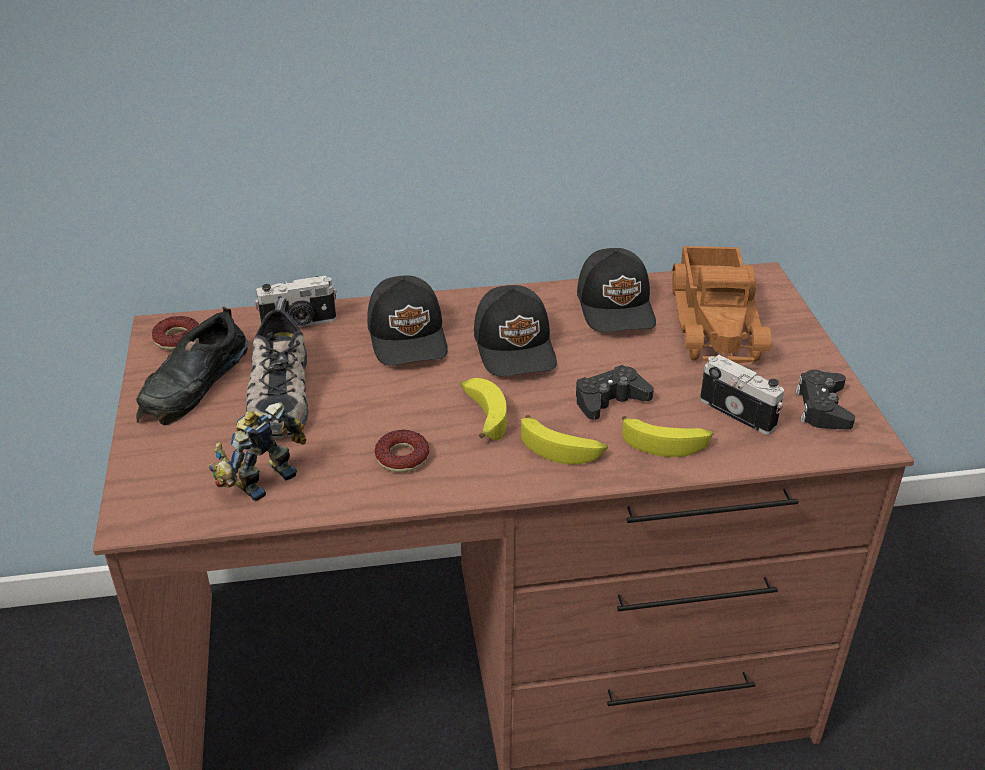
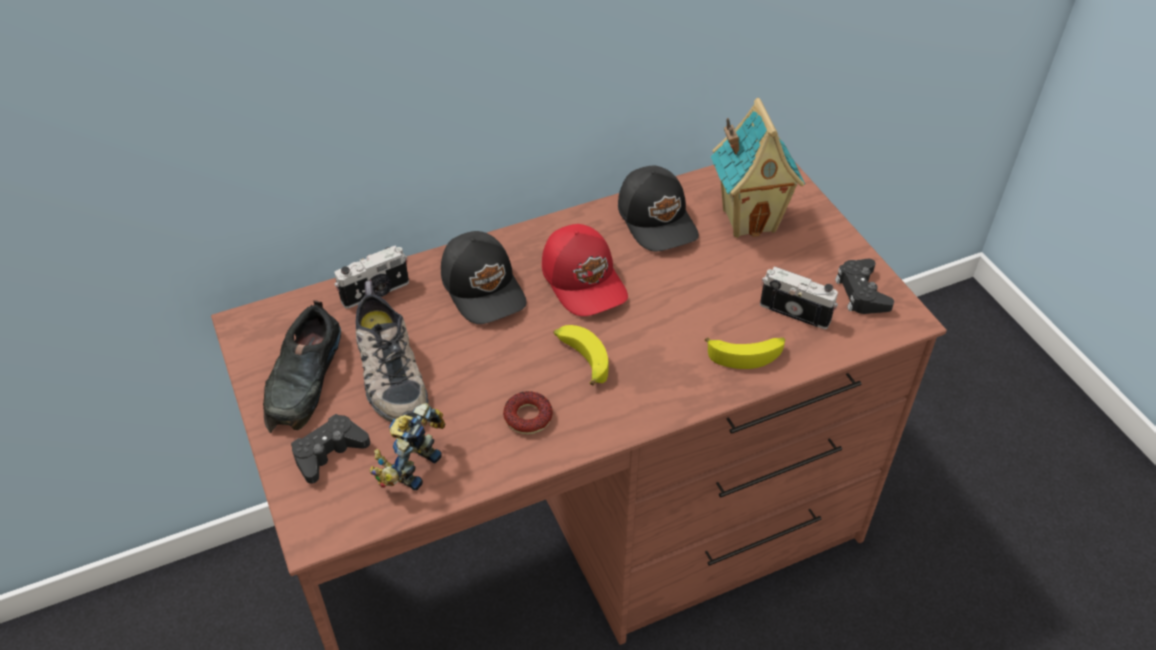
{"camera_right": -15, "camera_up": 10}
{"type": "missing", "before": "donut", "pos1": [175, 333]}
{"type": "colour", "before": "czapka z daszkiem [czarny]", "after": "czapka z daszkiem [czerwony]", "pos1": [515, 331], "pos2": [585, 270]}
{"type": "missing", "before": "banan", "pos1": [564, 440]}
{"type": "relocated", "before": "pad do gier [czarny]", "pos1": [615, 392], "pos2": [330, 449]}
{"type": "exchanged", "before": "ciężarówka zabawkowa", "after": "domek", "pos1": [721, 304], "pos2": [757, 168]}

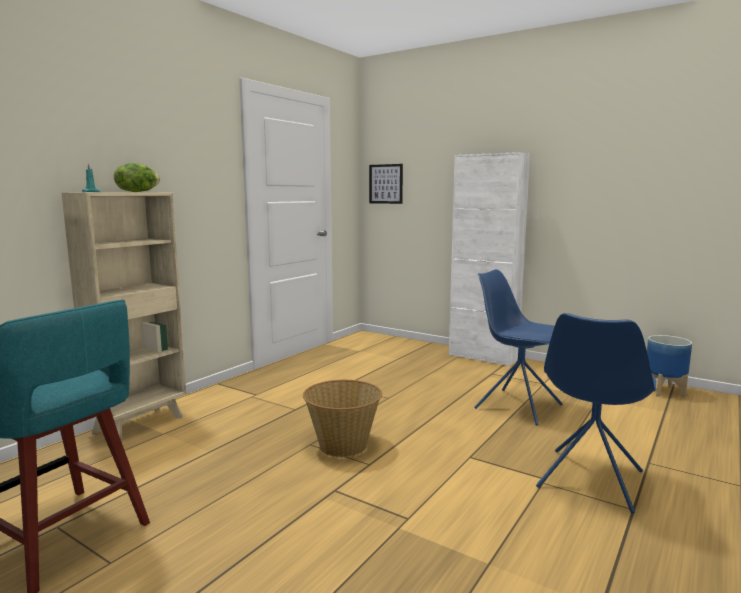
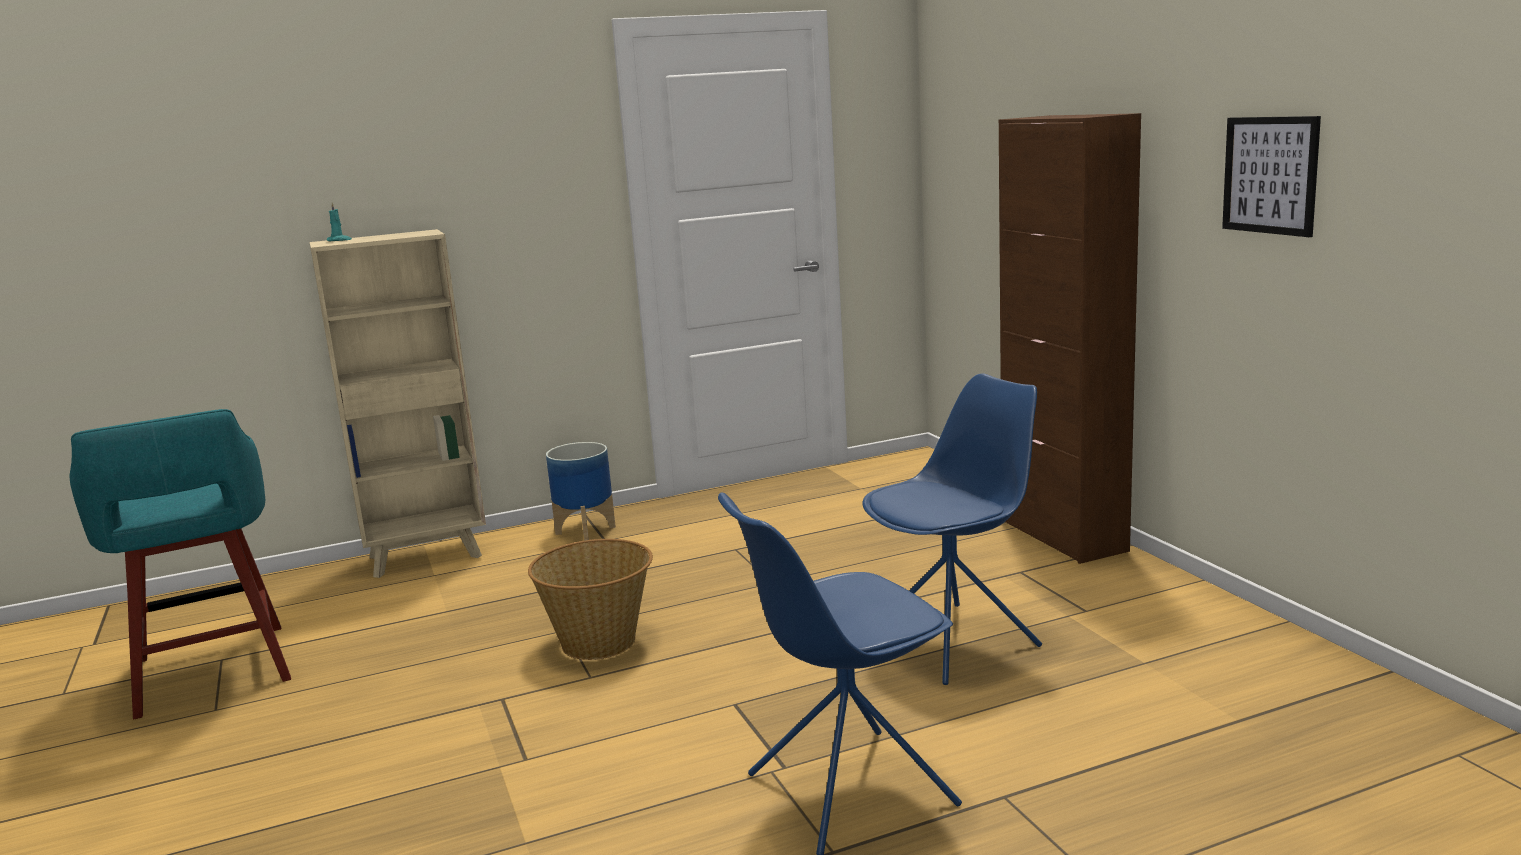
{"camera_right": 35, "camera_up": 5}
{"type": "missing", "before": "sałata", "pos1": [137, 177]}
{"type": "relocated", "before": "obraz", "pos1": [386, 184], "pos2": [1271, 176]}
{"type": "colour", "before": "szafka [biały]", "after": "szafka [brązowy]", "pos1": [489, 259], "pos2": [1070, 338]}
{"type": "spun", "before": "krzesło [niebieski]", "pos1": [518, 347], "pos2": [952, 529], "turn": 75}
{"type": "relocated", "before": "donica", "pos1": [669, 366], "pos2": [581, 491]}

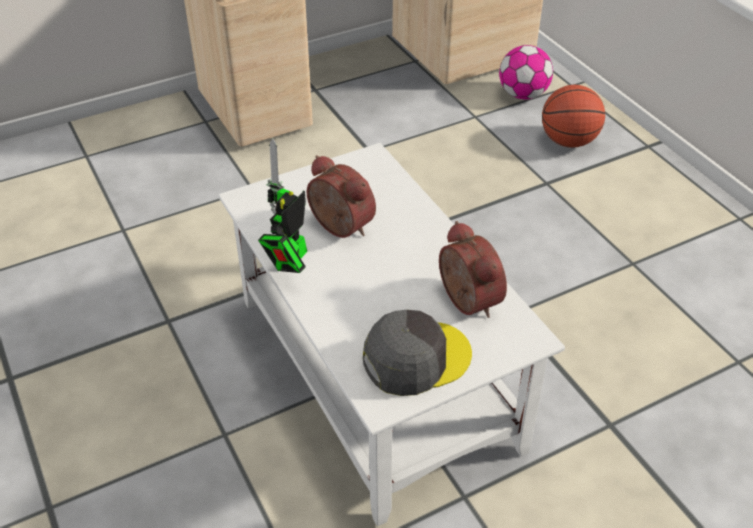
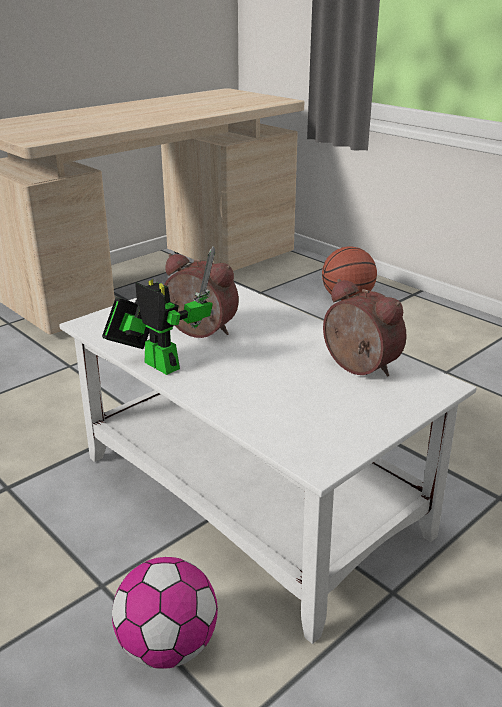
{"camera_right": -15, "camera_up": -15}
{"type": "spun", "before": "robot zabawkowy", "pos1": [282, 206], "pos2": [158, 311], "turn": 120}
{"type": "missing", "before": "czapka z daszkiem [szary]", "pos1": [417, 353]}
{"type": "relocated", "before": "piłka futbolowa", "pos1": [526, 72], "pos2": [165, 613]}

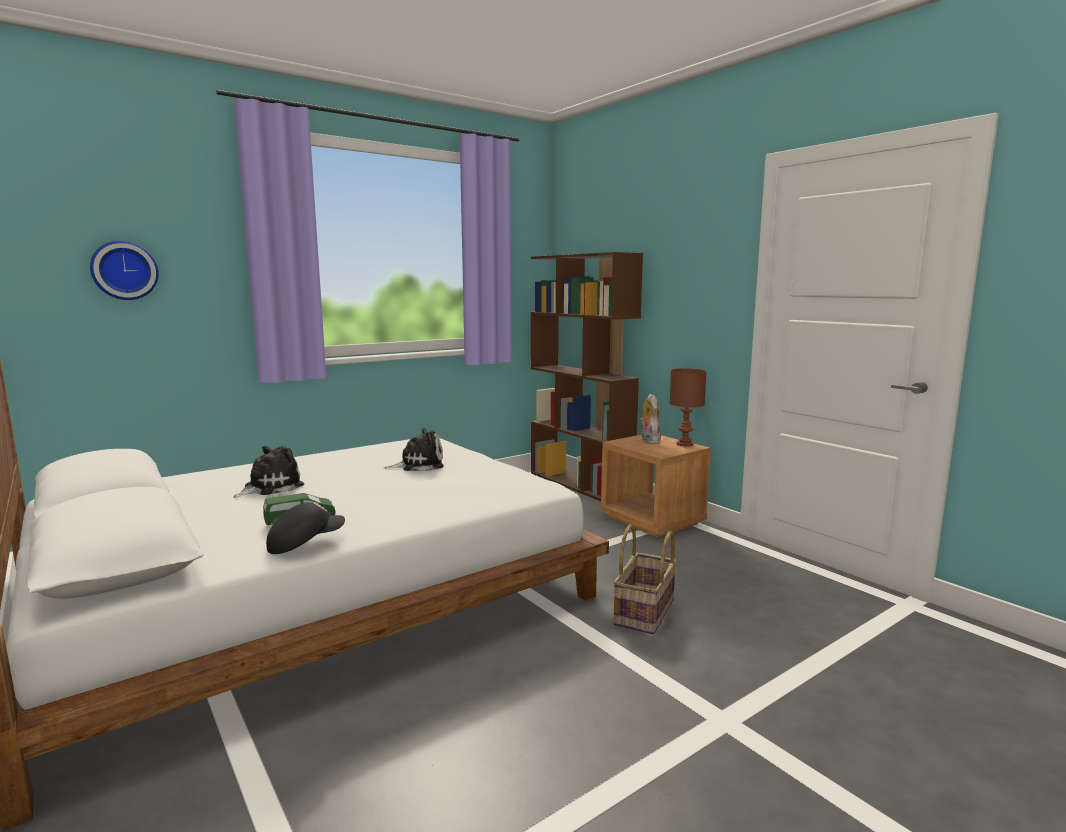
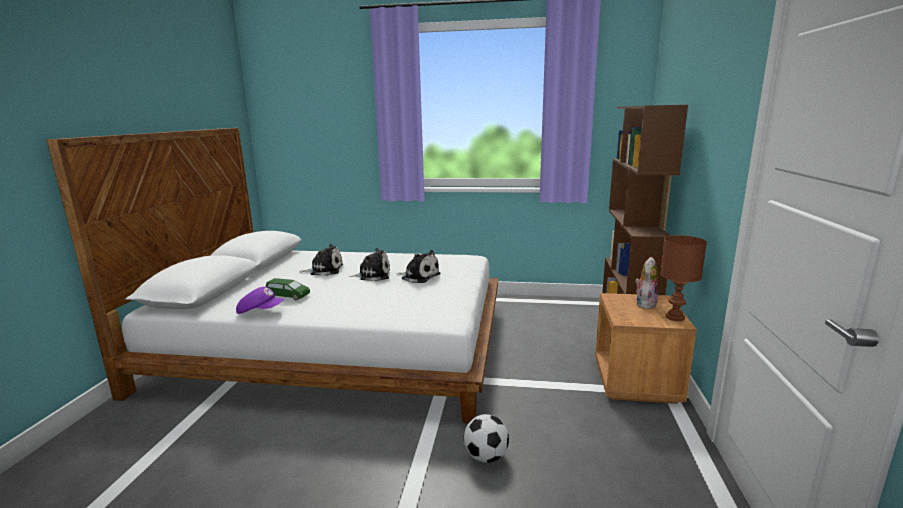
{"camera_right": 45, "camera_up": 5}
{"type": "missing", "before": "zegar ścienny", "pos1": [124, 270]}
{"type": "colour", "before": "czapka z daszkiem [czarny]", "after": "czapka z daszkiem [fioletowy]", "pos1": [305, 528], "pos2": [260, 300]}
{"type": "exchanged", "before": "koszyk", "after": "piłka futbolowa", "pos1": [645, 579], "pos2": [486, 438]}
{"type": "appeared", "after": "pluszak", "pos2": [369, 264]}

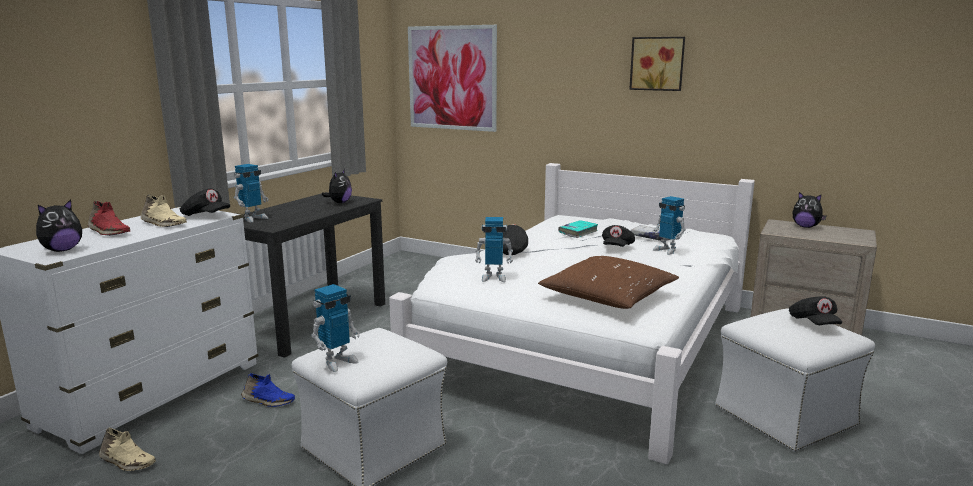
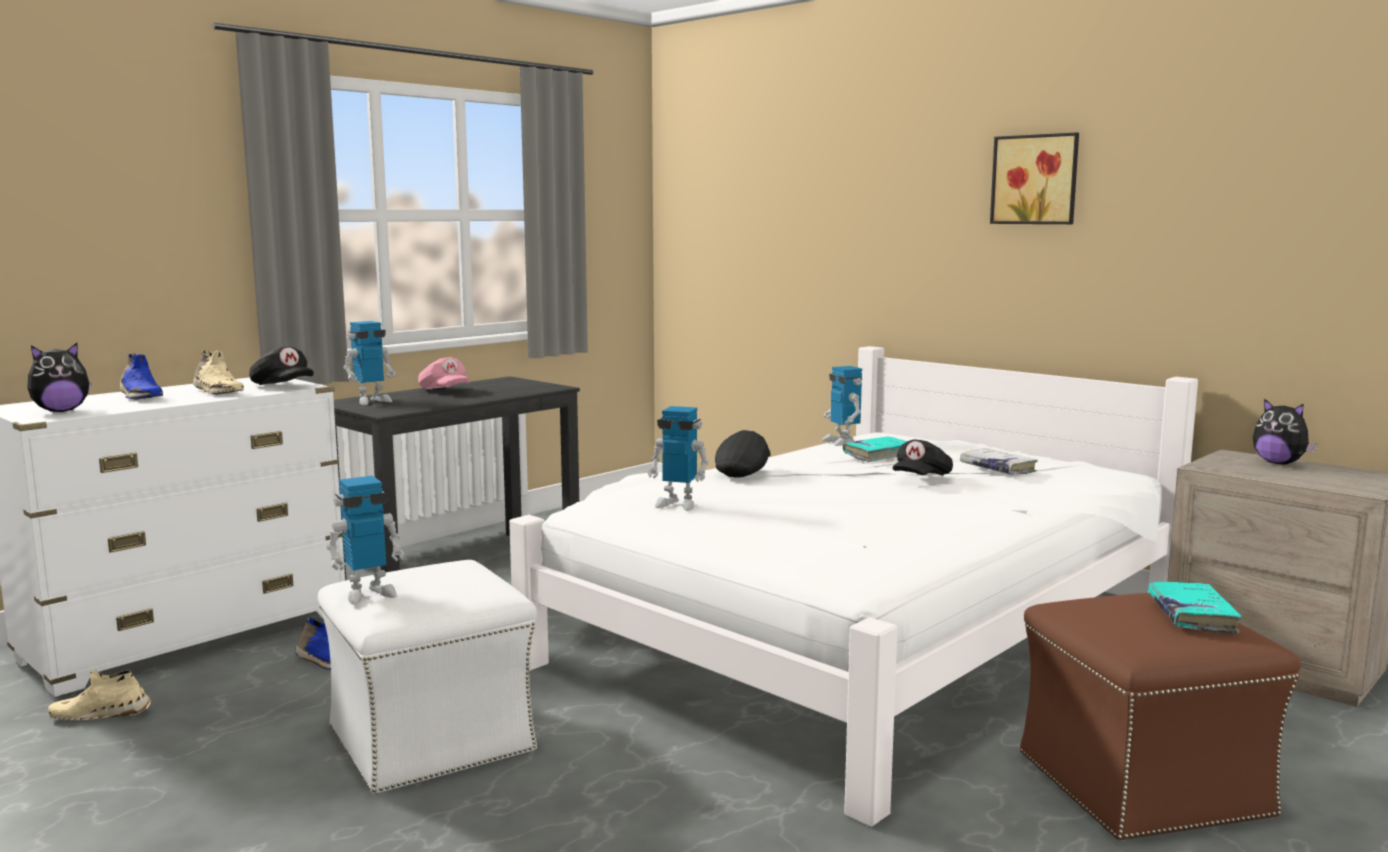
{"camera_right": 15, "camera_up": -5}
{"type": "colour", "before": "but [czerwony]", "after": "but [niebieski]", "pos1": [109, 218], "pos2": [141, 376]}
{"type": "spun", "before": "but [beżowy]", "pos1": [127, 449], "pos2": [100, 695], "turn": 135}
{"type": "missing", "before": "pluszak", "pos1": [337, 186]}
{"type": "missing", "before": "obraz", "pos1": [452, 78]}
{"type": "missing", "before": "poduszka [brązowy]", "pos1": [608, 282]}
{"type": "relocated", "before": "robot zabawkowy", "pos1": [669, 225], "pos2": [841, 406]}
{"type": "colour", "before": "pufa [biały]", "after": "pufa [brązowy]", "pos1": [795, 380], "pos2": [1160, 717]}
{"type": "exchanged", "before": "czapka z daszkiem [czarny]", "after": "książka [turkusowy]", "pos1": [815, 310], "pos2": [1195, 608]}
{"type": "appeared", "after": "czapka z daszkiem [różowy]", "pos2": [444, 373]}

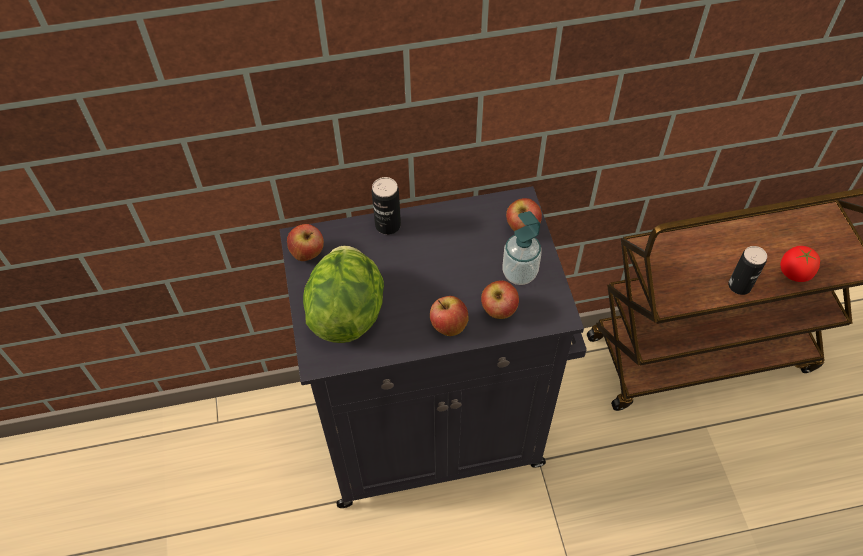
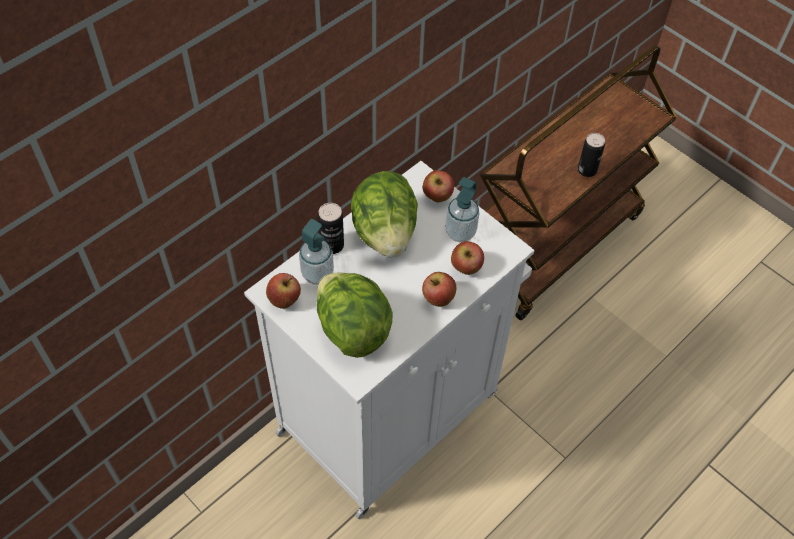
{"camera_right": -35, "camera_up": 0}
{"type": "colour", "before": "szafka [czarny]", "after": "szafka [biały]", "pos1": [433, 347], "pos2": [389, 340]}
{"type": "missing", "before": "pomidor", "pos1": [800, 264]}
{"type": "appeared", "after": "dozownik mydła", "pos2": [316, 252]}
{"type": "appeared", "after": "sałata", "pos2": [384, 214]}

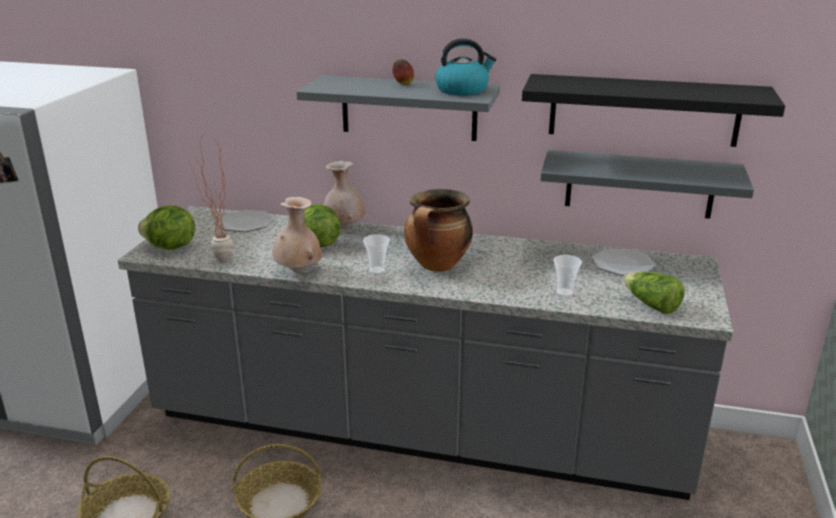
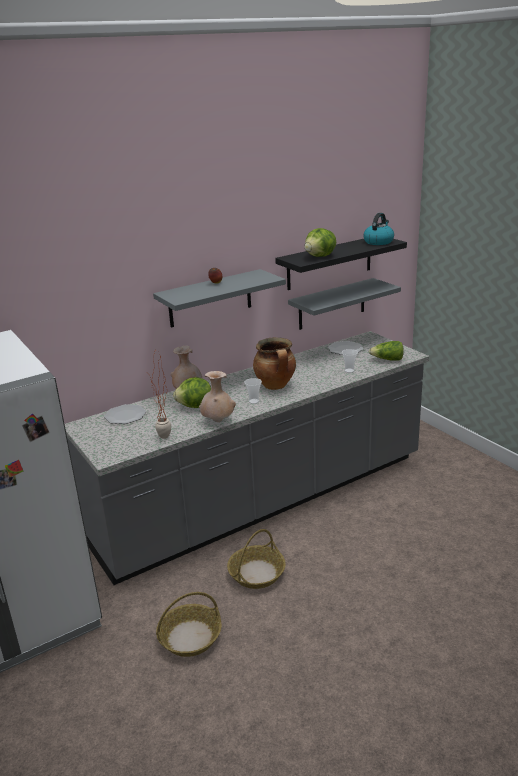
{"camera_right": -45, "camera_up": 0}
{"type": "relocated", "before": "sałata", "pos1": [166, 227], "pos2": [320, 242]}
{"type": "relocated", "before": "czajnik", "pos1": [465, 67], "pos2": [378, 229]}

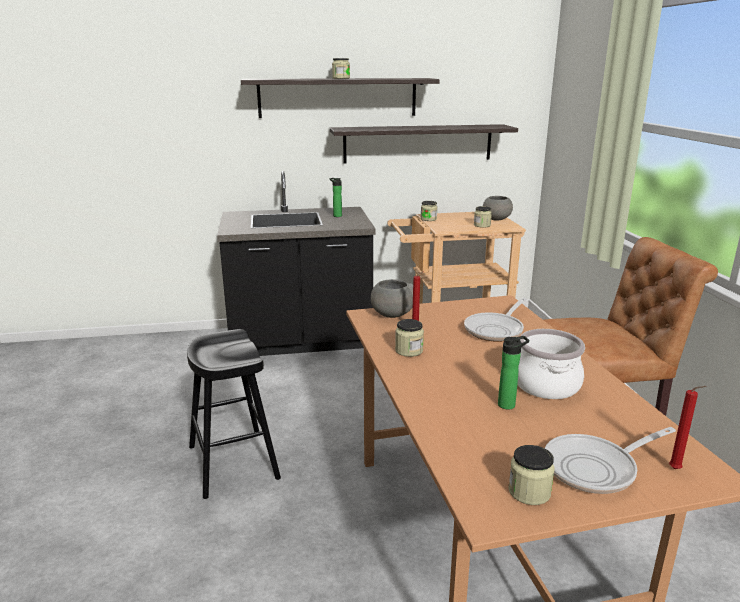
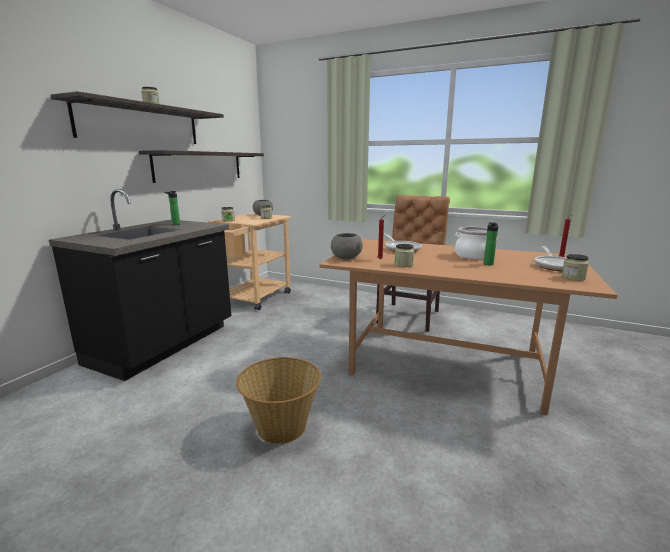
{"camera_right": -55, "camera_up": -5}
{"type": "exchanged", "before": "stołek [czarny]", "after": "koszyk", "pos1": [234, 414], "pos2": [278, 400]}

